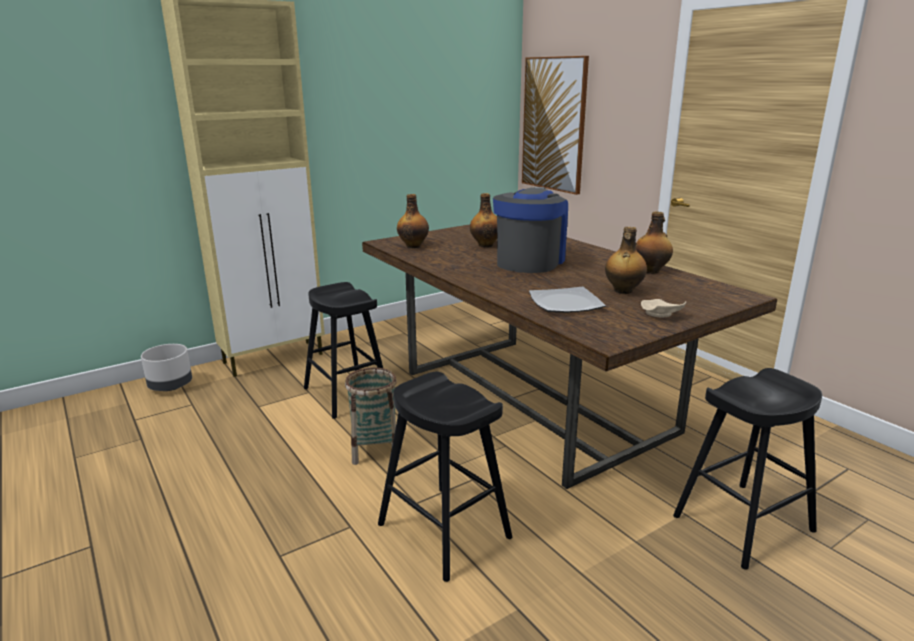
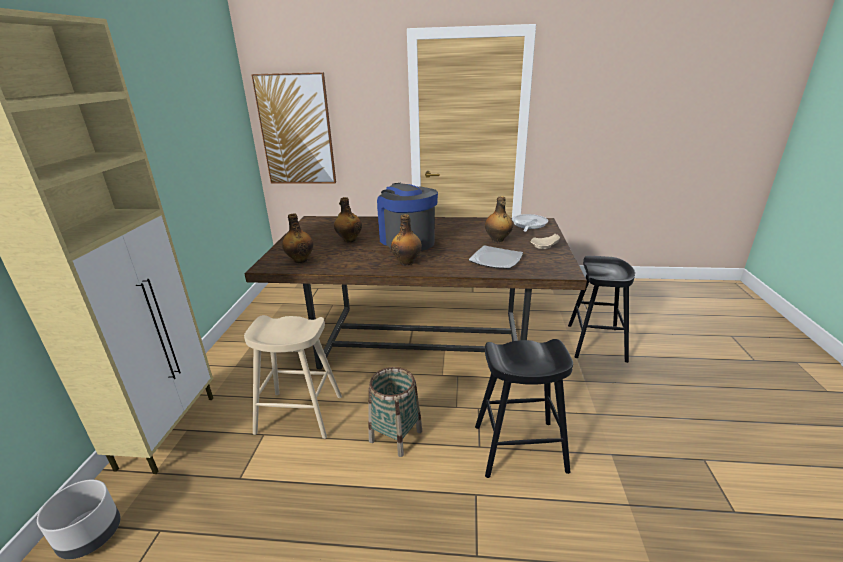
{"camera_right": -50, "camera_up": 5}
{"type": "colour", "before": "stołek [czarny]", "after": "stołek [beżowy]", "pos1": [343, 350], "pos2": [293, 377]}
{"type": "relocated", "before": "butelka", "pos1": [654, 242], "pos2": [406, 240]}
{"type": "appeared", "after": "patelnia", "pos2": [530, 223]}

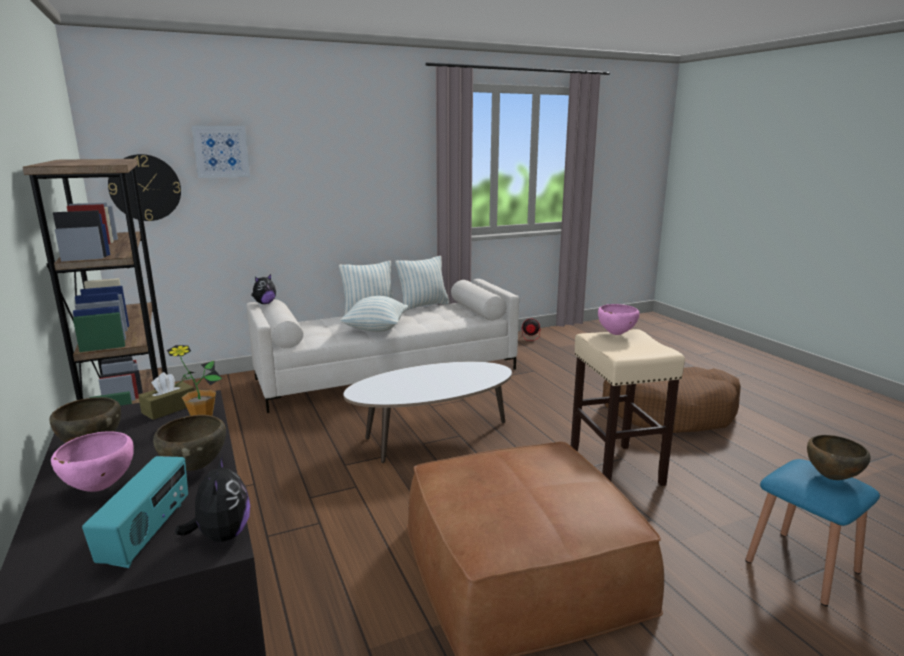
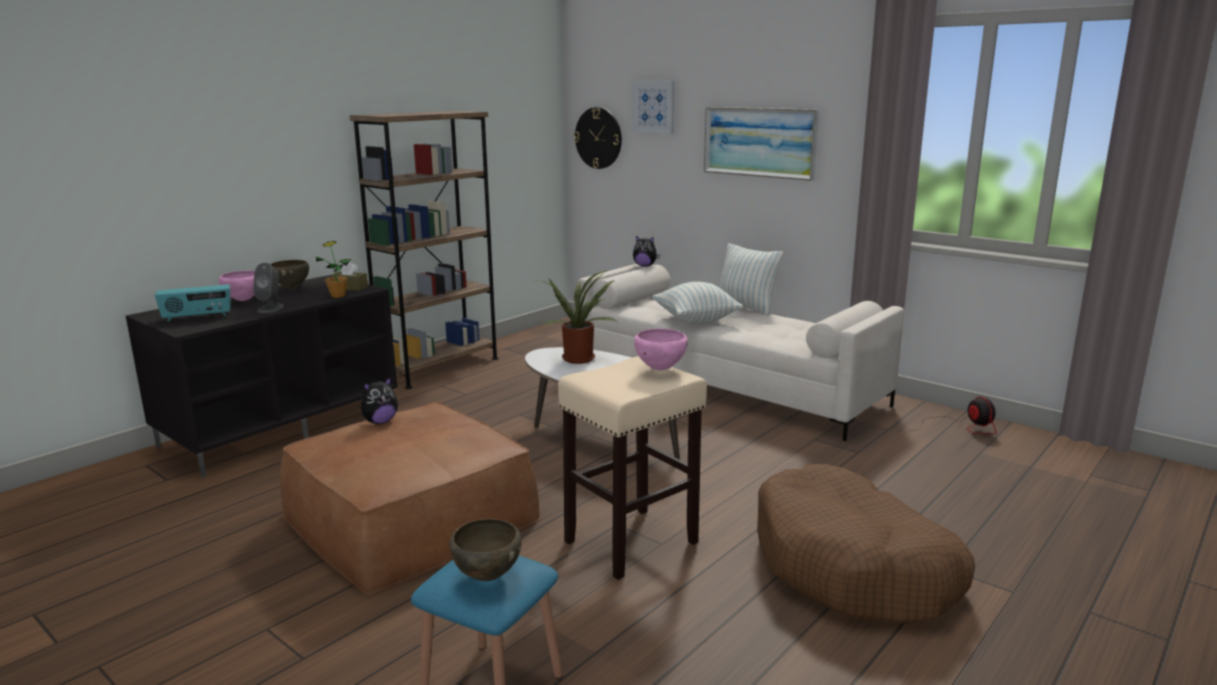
{"camera_right": 65, "camera_up": 0}
{"type": "exchanged", "before": "miska [brązowy]", "after": "głośnik [szary]", "pos1": [189, 443], "pos2": [268, 288]}
{"type": "relocated", "before": "pluszak", "pos1": [212, 498], "pos2": [379, 400]}
{"type": "missing", "before": "poduszka", "pos1": [422, 283]}
{"type": "appeared", "after": "roślina doniczkowa", "pos2": [576, 317]}
{"type": "appeared", "after": "obraz", "pos2": [761, 144]}

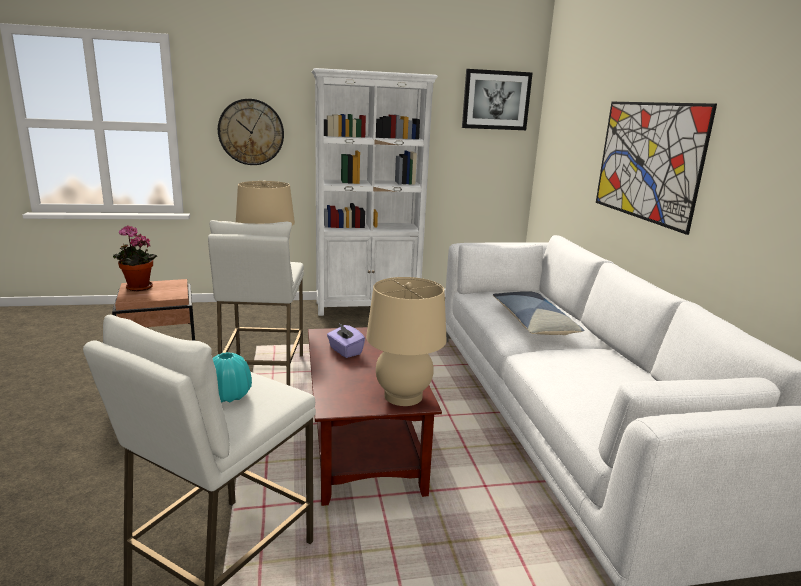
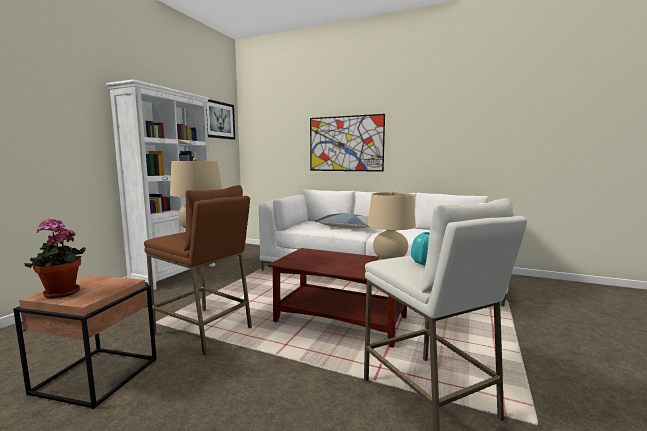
{"camera_right": -55, "camera_up": -10}
{"type": "colour", "before": "stołek [biały]", "after": "stołek [brązowy]", "pos1": [256, 303], "pos2": [198, 270]}
{"type": "missing", "before": "zegar ścienny", "pos1": [251, 132]}
{"type": "missing", "before": "pudełko chusteczek [fioletowy]", "pos1": [346, 340]}

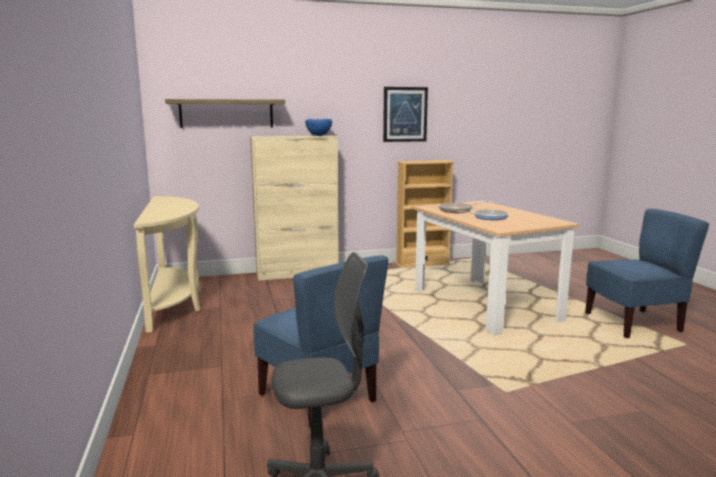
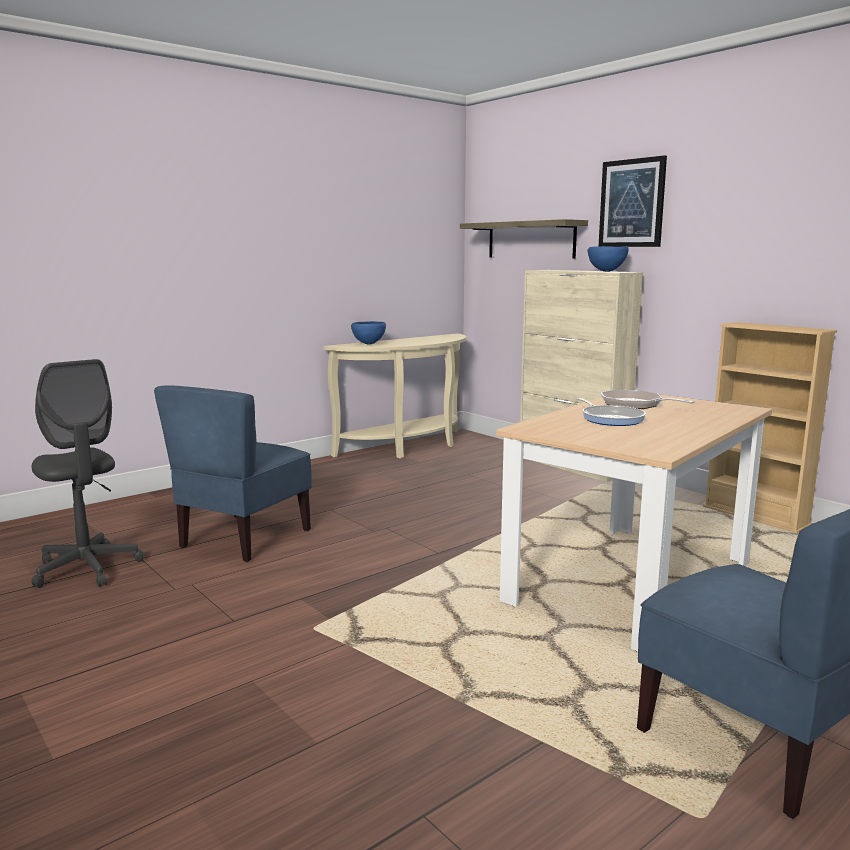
{"camera_right": 65, "camera_up": 0}
{"type": "relocated", "before": "obraz", "pos1": [405, 114], "pos2": [633, 201]}
{"type": "appeared", "after": "miska [niebieski]", "pos2": [368, 332]}

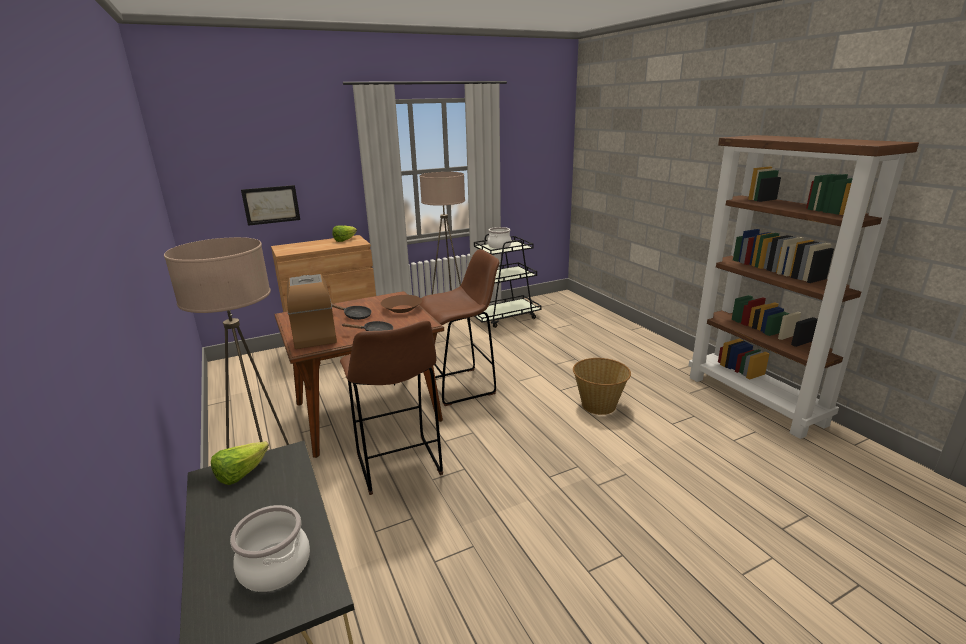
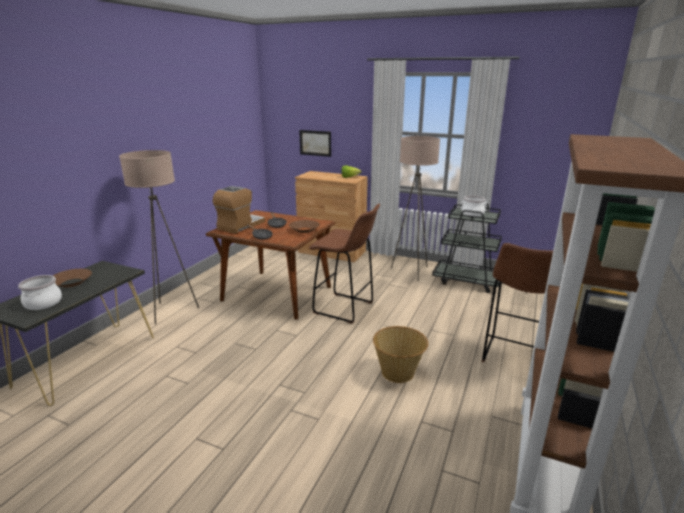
{"camera_right": 50, "camera_up": 0}
{"type": "missing", "before": "sałata", "pos1": [240, 463]}
{"type": "relocated", "before": "stołek [brązowy]", "pos1": [391, 408], "pos2": [523, 302]}
{"type": "appeared", "after": "miska [brązowy]", "pos2": [72, 278]}

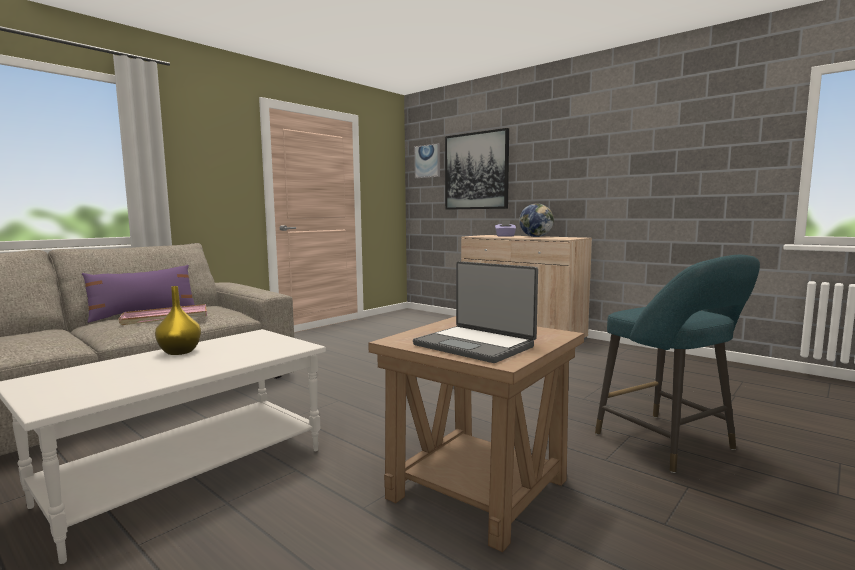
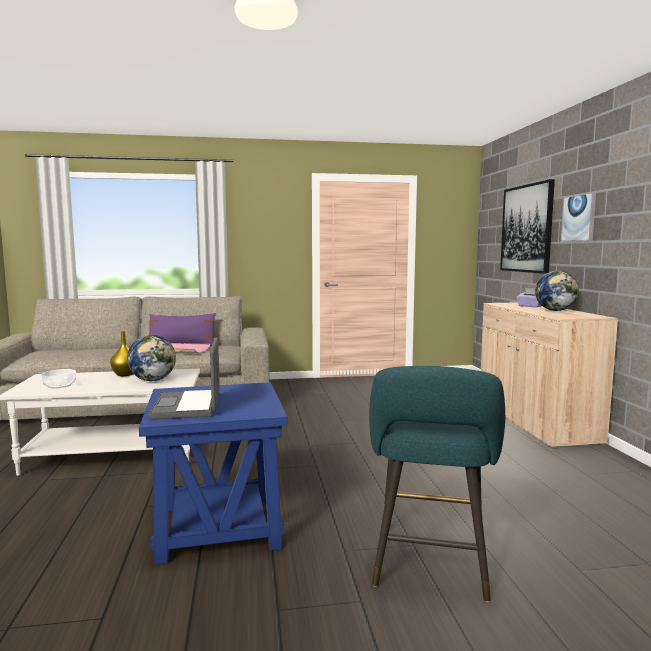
{"camera_right": 40, "camera_up": 0}
{"type": "colour", "before": "stolik [brązowy]", "after": "stolik [niebieski]", "pos1": [476, 434], "pos2": [213, 473]}
{"type": "relocated", "before": "obraz", "pos1": [427, 160], "pos2": [578, 217]}
{"type": "appeared", "after": "miska", "pos2": [58, 378]}
{"type": "appeared", "after": "globus", "pos2": [151, 358]}

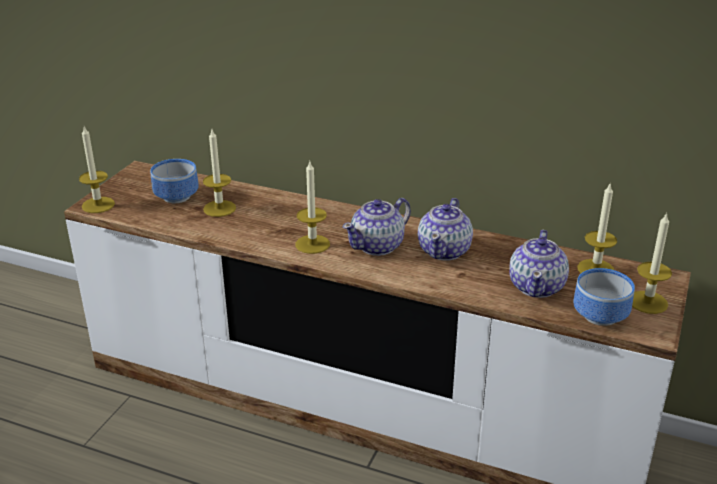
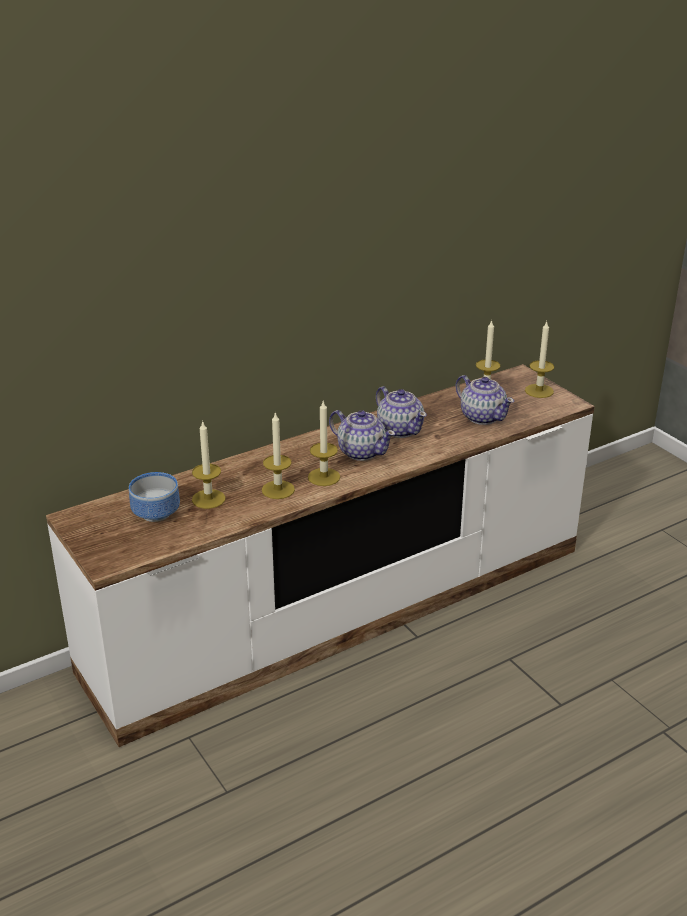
{"camera_right": -55, "camera_up": 0}
{"type": "relocated", "before": "świeca", "pos1": [97, 170], "pos2": [278, 455]}
{"type": "spun", "before": "imbryk", "pos1": [377, 227], "pos2": [362, 435], "turn": -45}
{"type": "missing", "before": "miska", "pos1": [604, 297]}

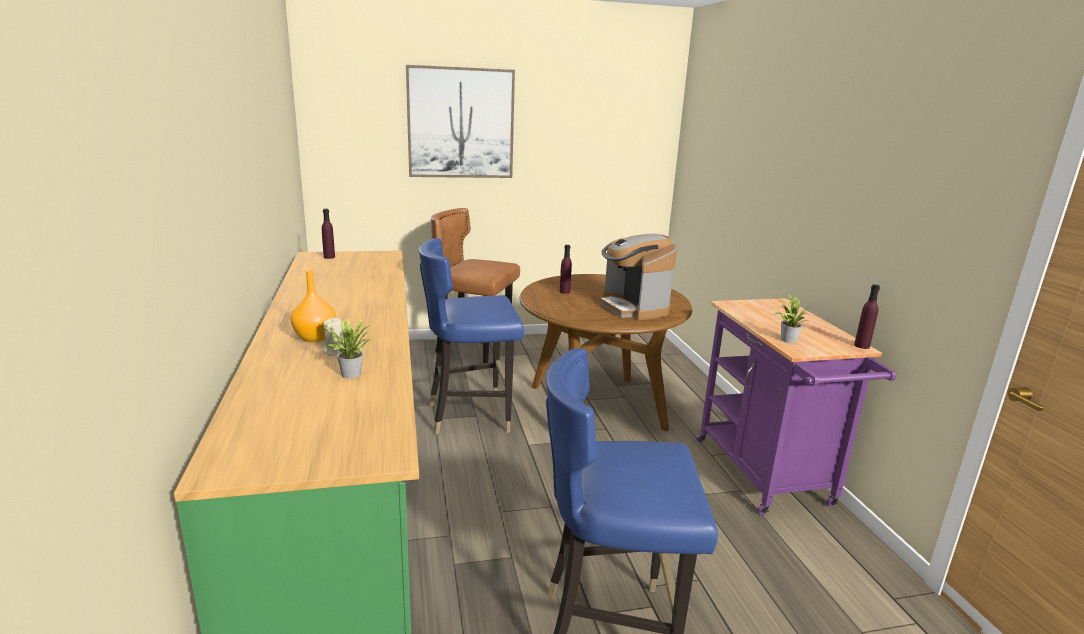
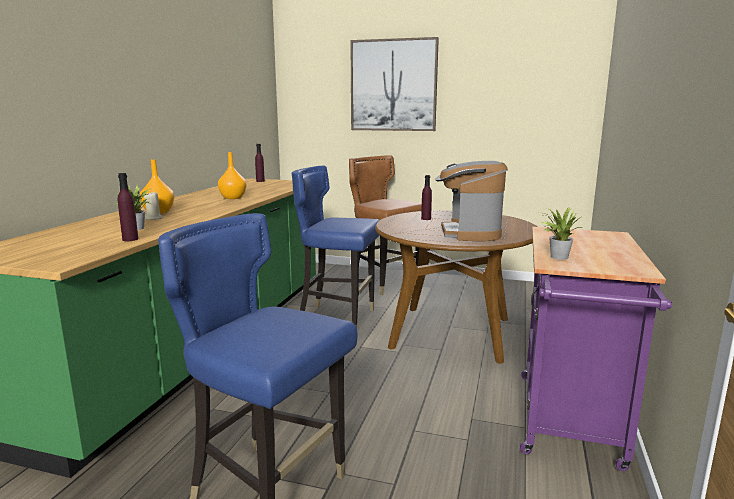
{"camera_right": 30, "camera_up": -5}
{"type": "relocated", "before": "butelka [fioletowy]", "pos1": [867, 316], "pos2": [128, 207]}
{"type": "appeared", "after": "wazon [pomarańczowy]", "pos2": [232, 175]}

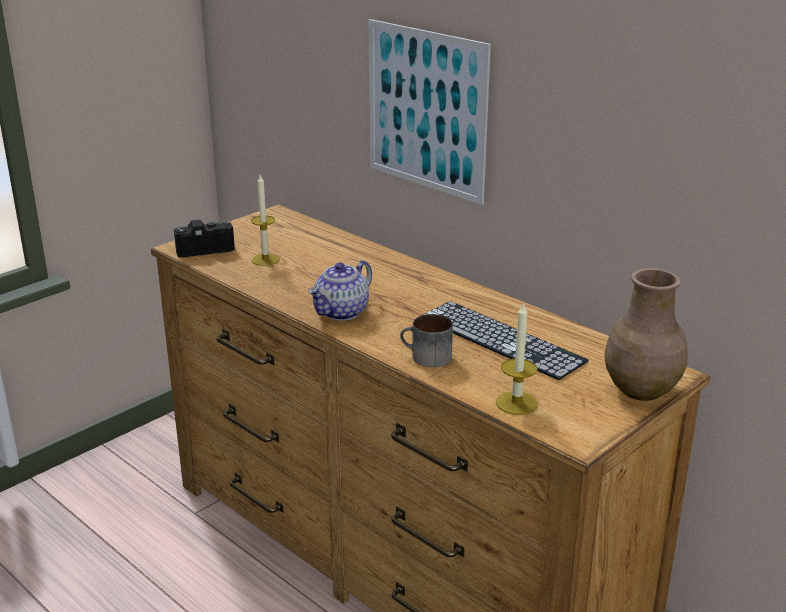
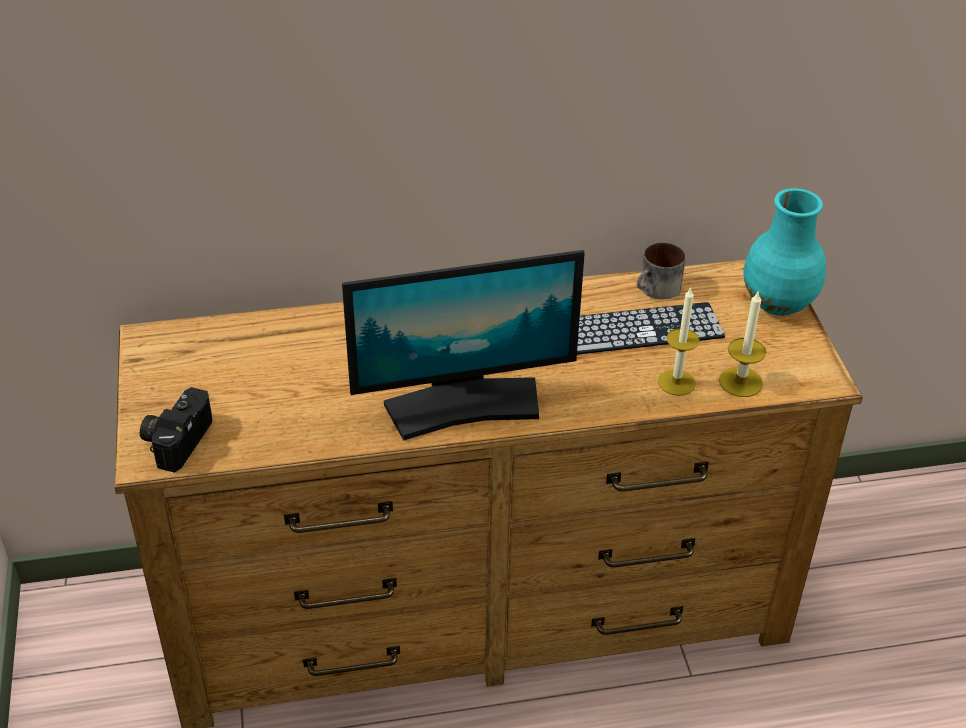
{"camera_right": -55, "camera_up": 15}
{"type": "relocated", "before": "świeca", "pos1": [265, 220], "pos2": [679, 341]}
{"type": "exchanged", "before": "imbryk", "after": "monitor", "pos1": [340, 290], "pos2": [463, 345]}
{"type": "missing", "before": "obraz", "pos1": [430, 112]}
{"type": "relocated", "before": "kubek", "pos1": [426, 340], "pos2": [661, 270]}
{"type": "colour", "before": "wazon [brązowy]", "after": "wazon [turkusowy]", "pos1": [646, 334], "pos2": [784, 252]}

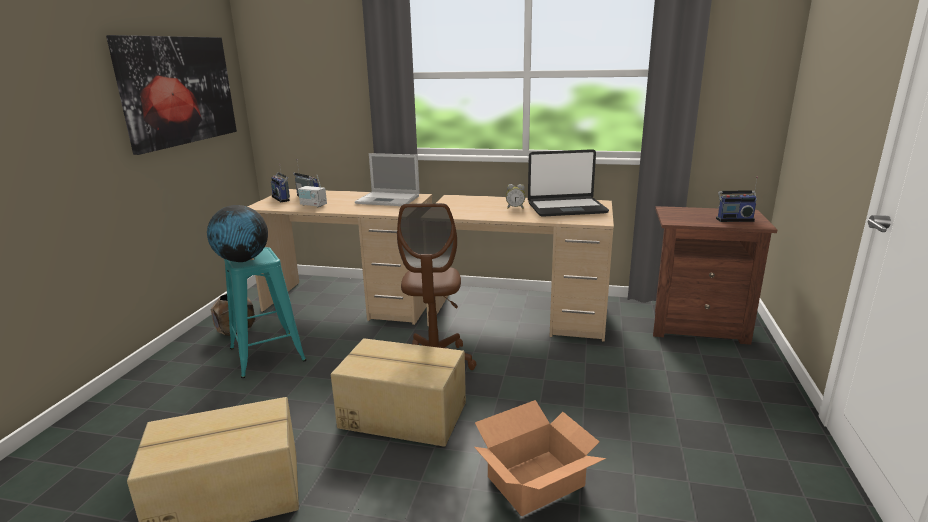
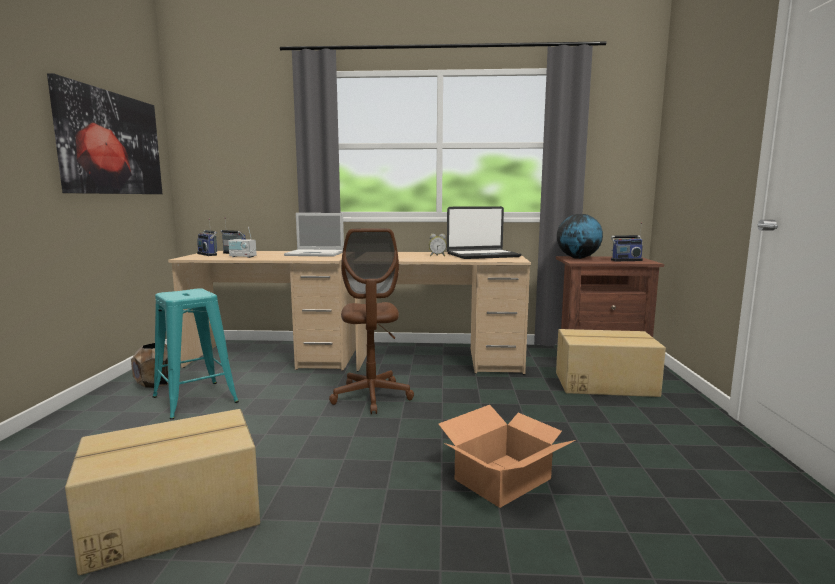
{"camera_right": -10, "camera_up": -10}
{"type": "relocated", "before": "globus", "pos1": [237, 233], "pos2": [580, 236]}
{"type": "relocated", "before": "karton", "pos1": [398, 392], "pos2": [611, 363]}

